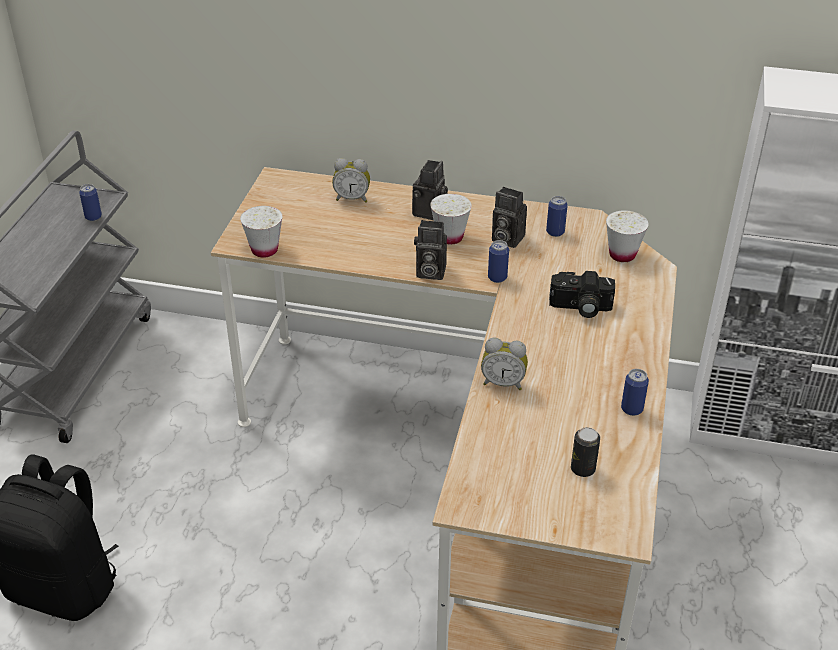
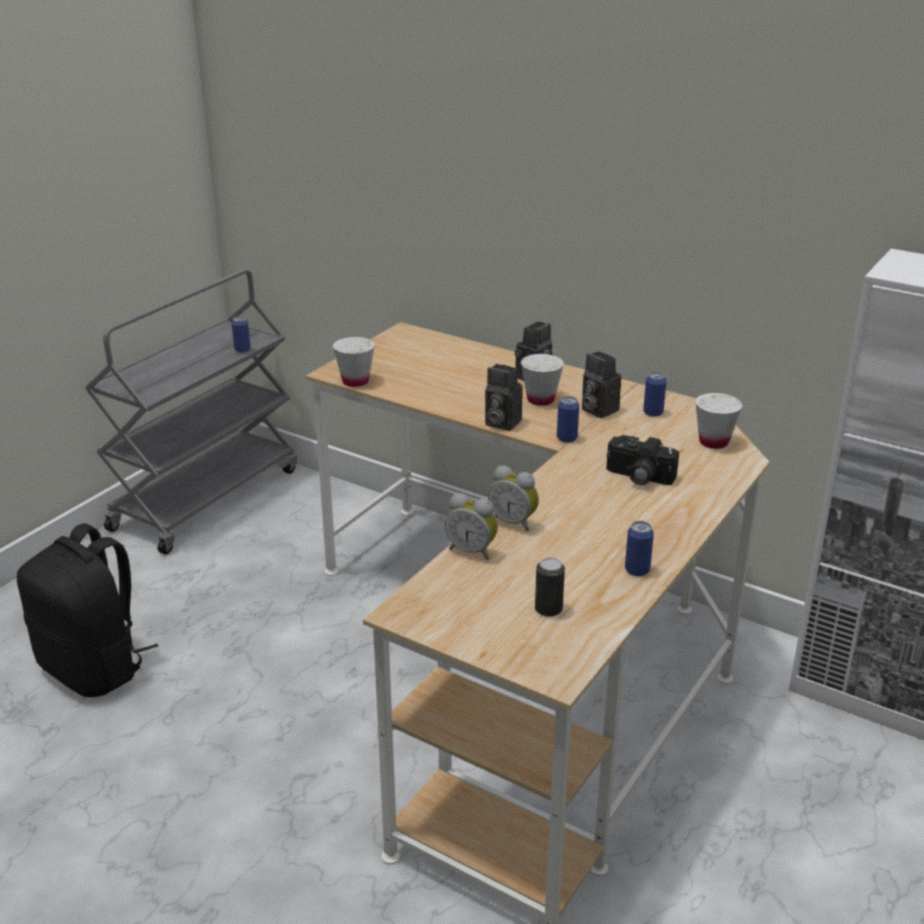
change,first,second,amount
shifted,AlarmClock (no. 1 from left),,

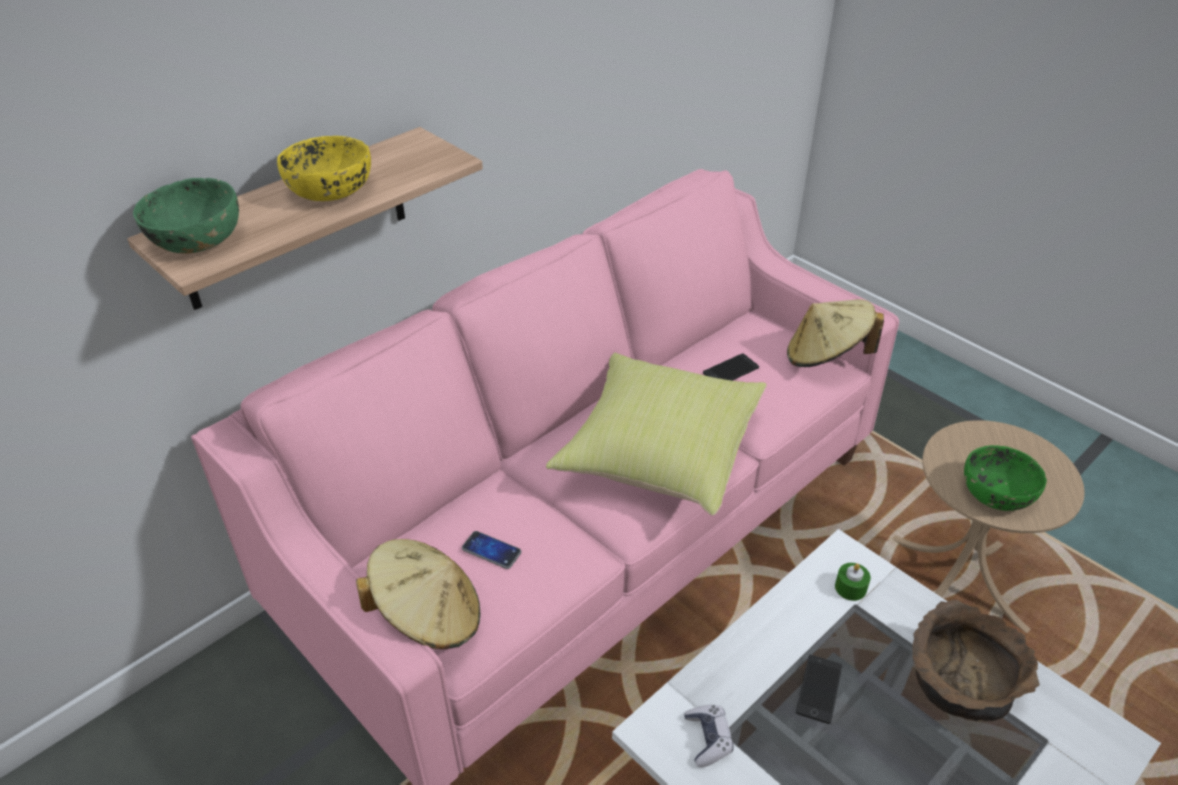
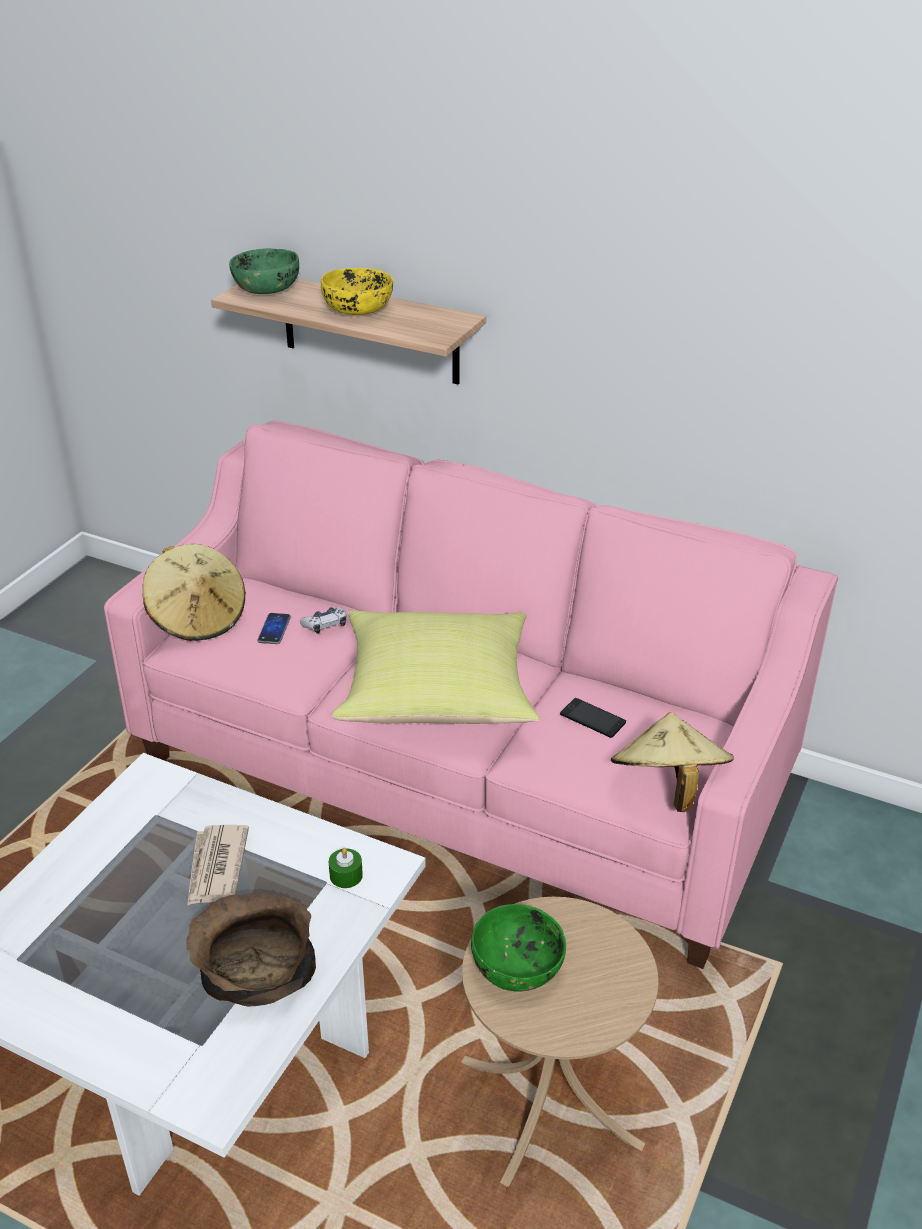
change,first,second,amount
shifted,Gamepad,,
swapped,Handset (no. 3 from left),DailyPaper,

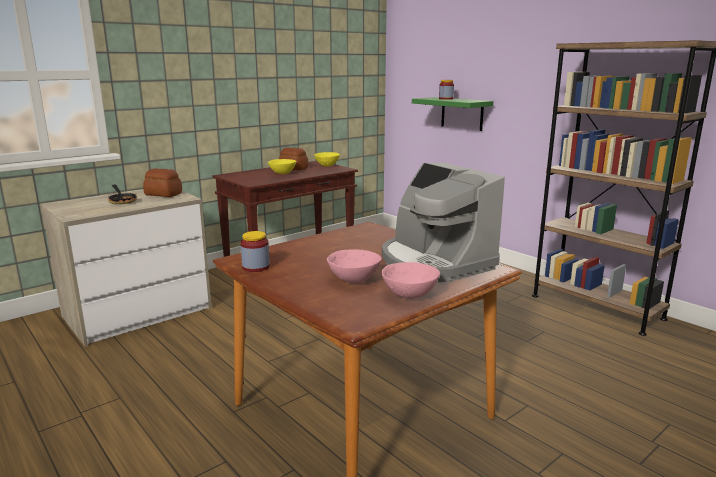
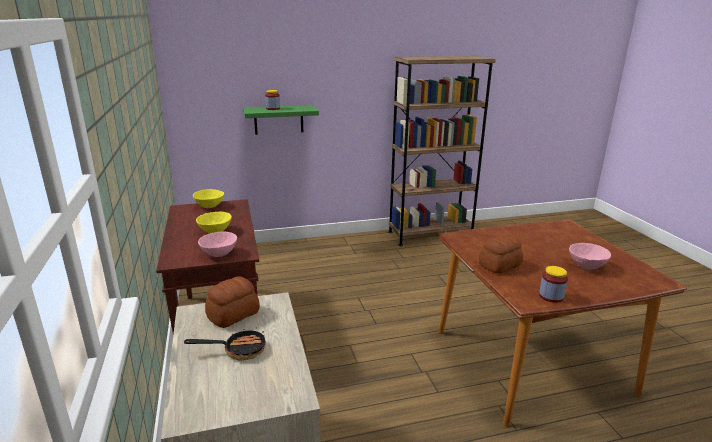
change,first,second,amount
shifted,Bread (no. 2 from left),,
gone,CoffeeMachine,,
shifted,PinkColouredBowl (no. 2 from left in the first image),PinkColouredBowl (no. 1 from left),

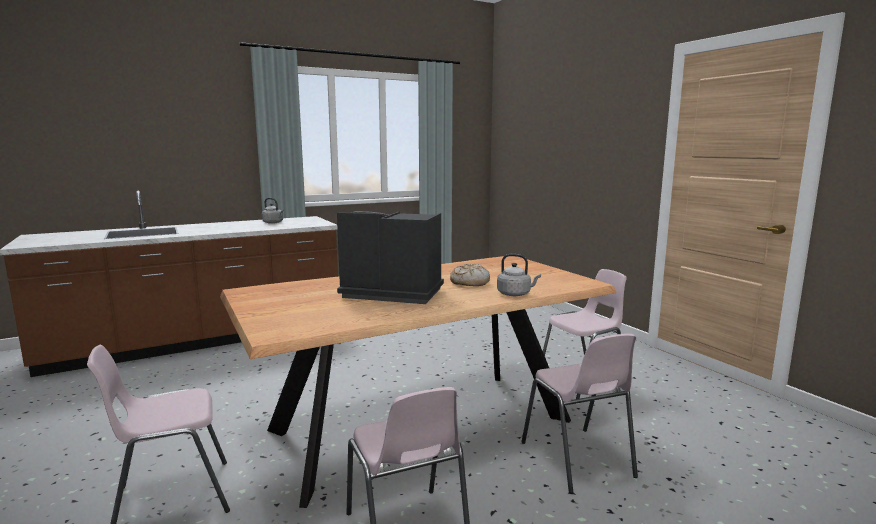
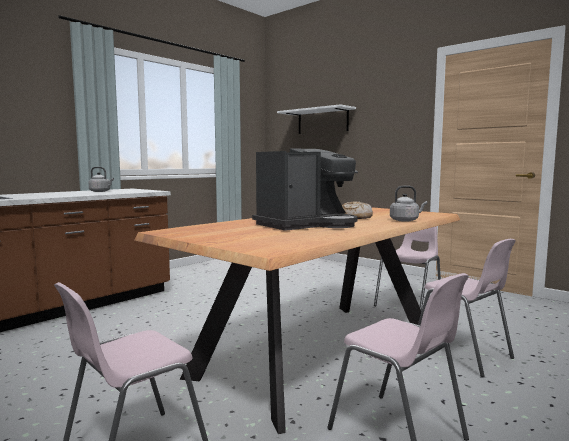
change,first,second,amount
rotated,CoffeeMachine,,150 degrees clockwise
new,,WhiteColouredBracketShelf,

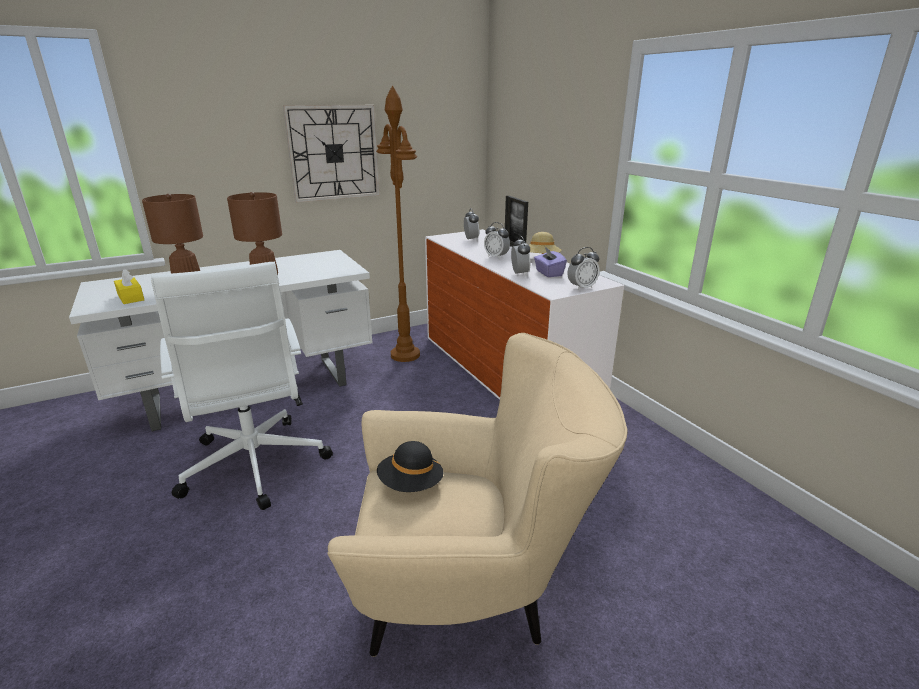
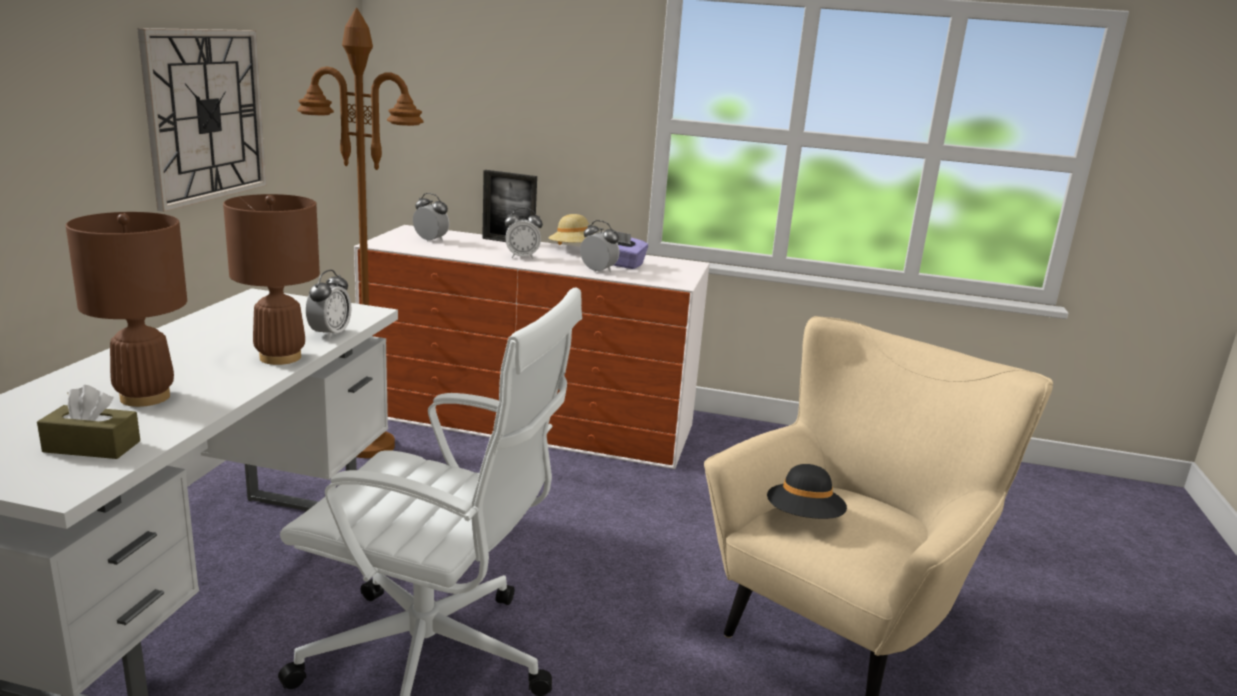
change,first,second,amount
repainted,YellowishTissueBox,BrownishTissueBox,
shifted,AlarmClock (no. 4 from left in the first image),AlarmClock (no. 1 from left),

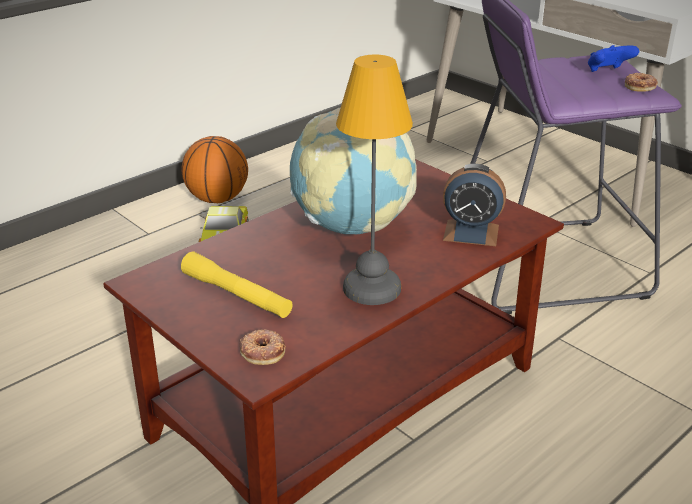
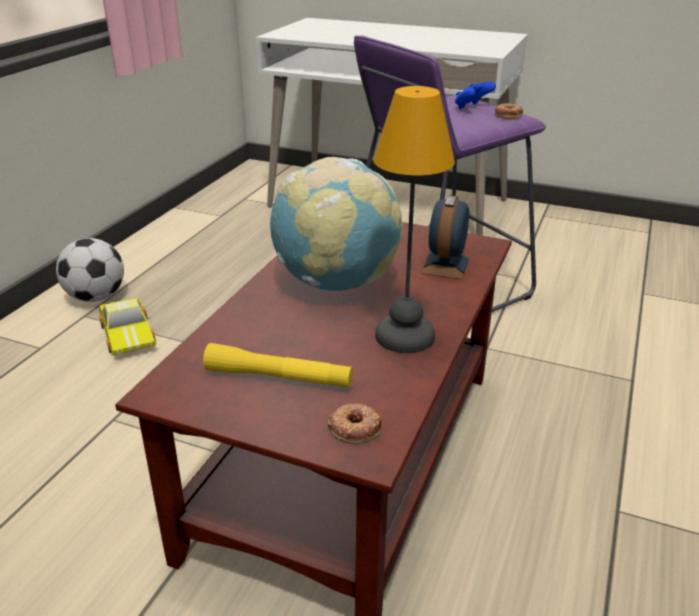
change,first,second,amount
swapped,Basketball,Football,
rotated,AlarmClock,,120 degrees clockwise

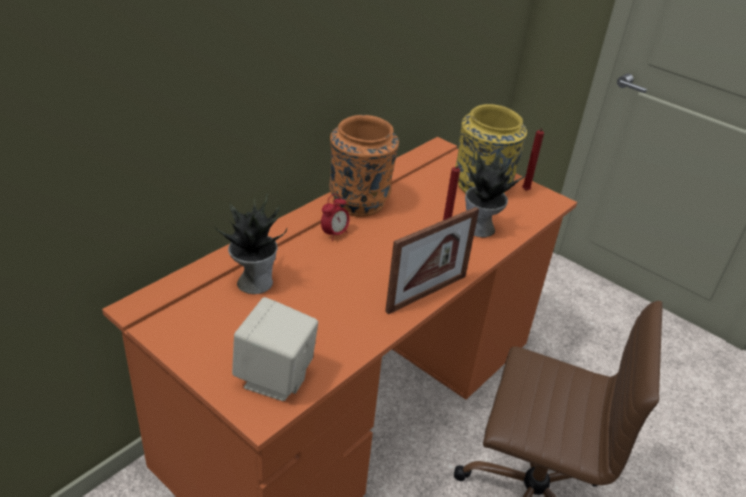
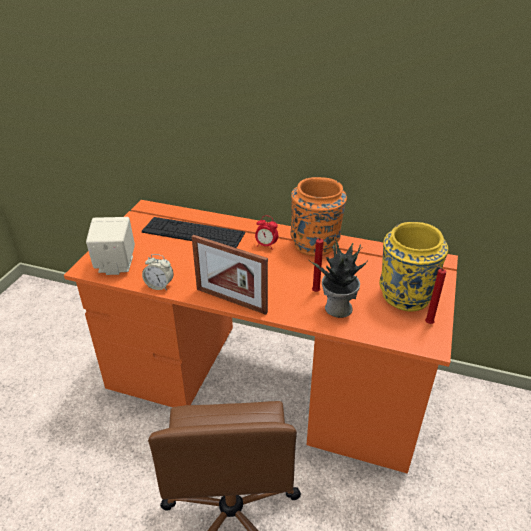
change,first,second,amount
swapped,Houseplant (no. 1 from left),PcKeyboard,
new,,AlarmClock (no. 1 from left),

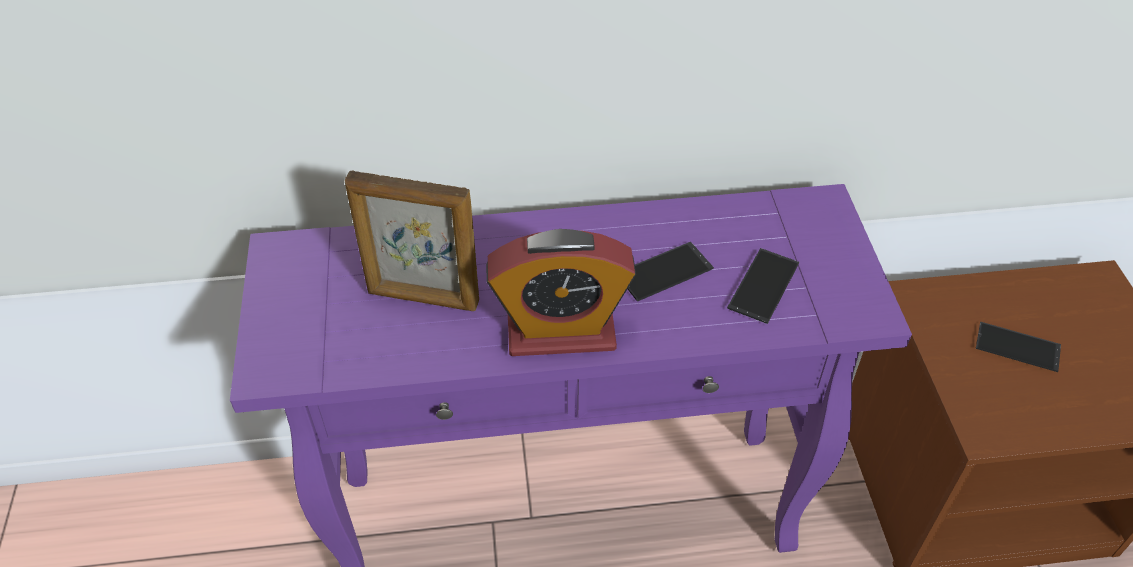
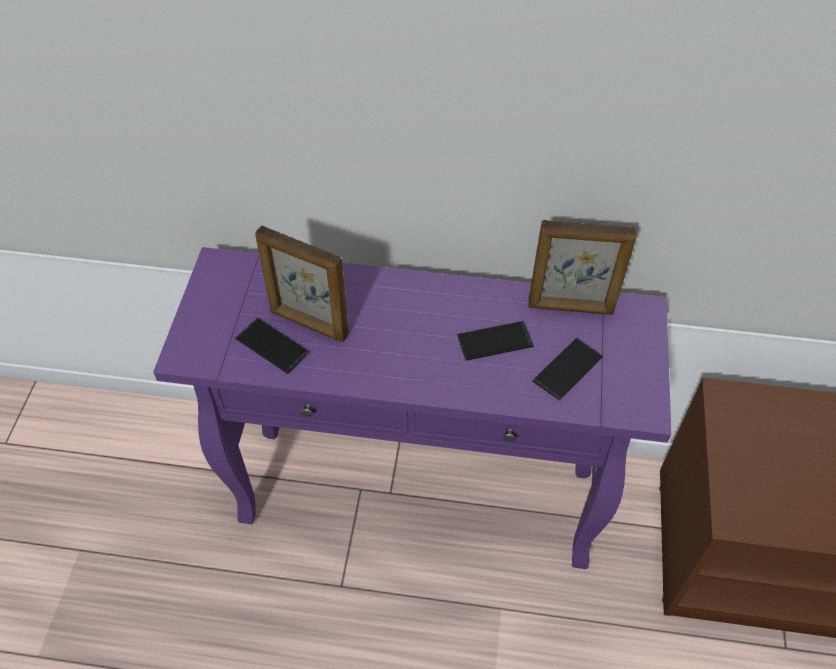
change,first,second,amount
gone,AlarmClock,,
shifted,Handset (no. 3 from left in the first image),Handset (no. 1 from left),
new,,PictureFrame (no. 2 from left),

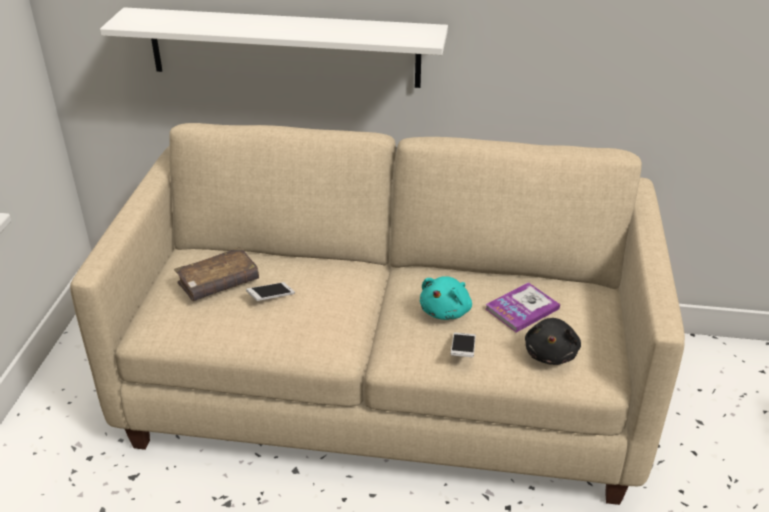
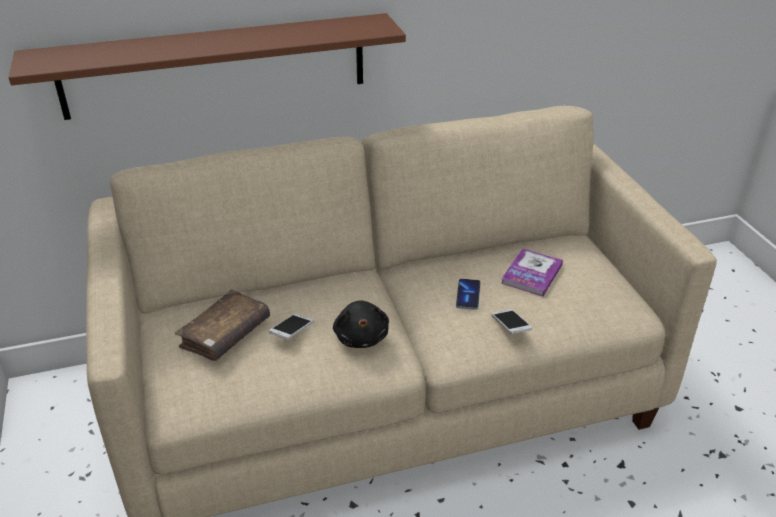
change,first,second,amount
repainted,WhiteColouredBracketShelf,BrownishBracketShelf,
swapped,TurquoisePlushToy,Handset (no. 2 from left),
shifted,BlackPlushToy,,

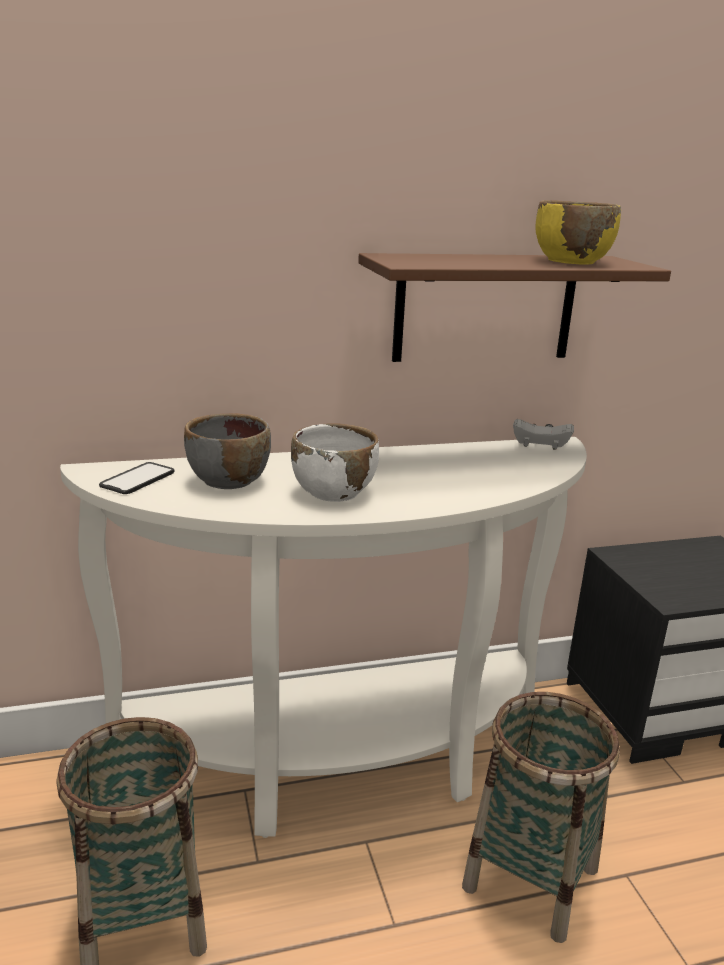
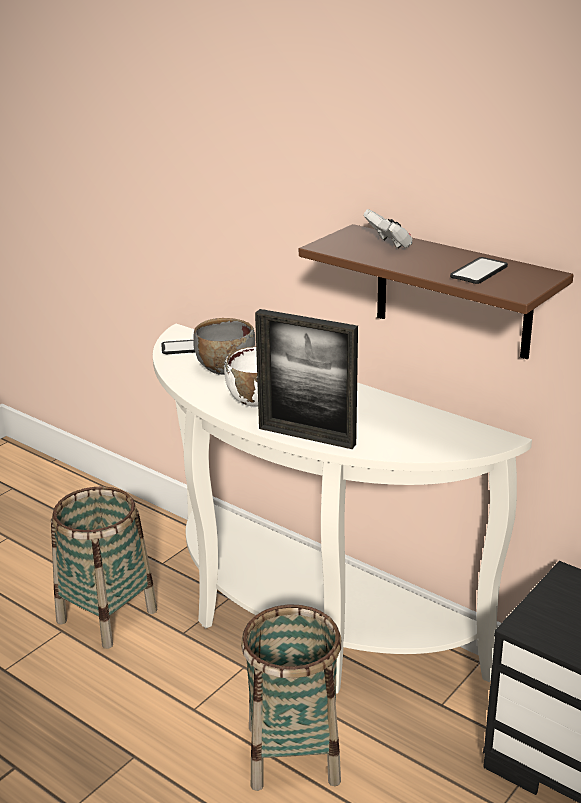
change,first,second,amount
shifted,WhiteColouredGamepad,,
swapped,YellowishBowl,Handset (no. 2 from left),
new,,PictureFrame,

